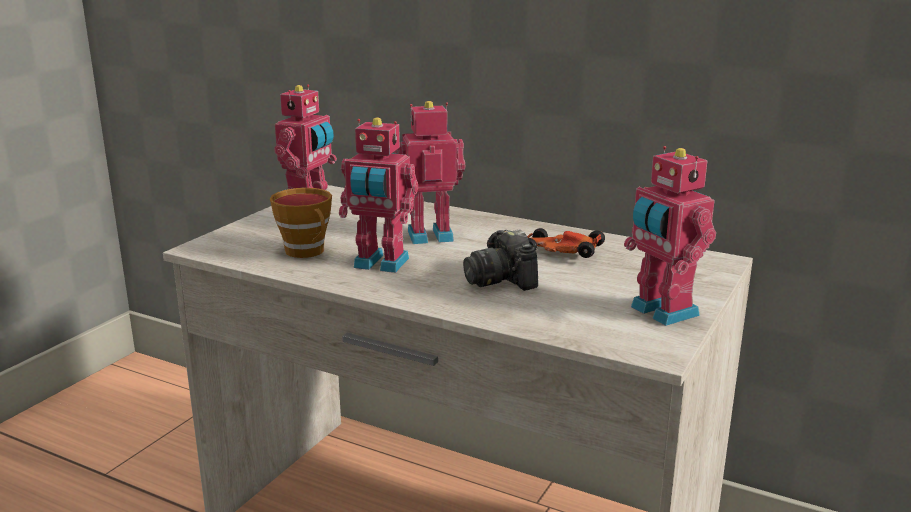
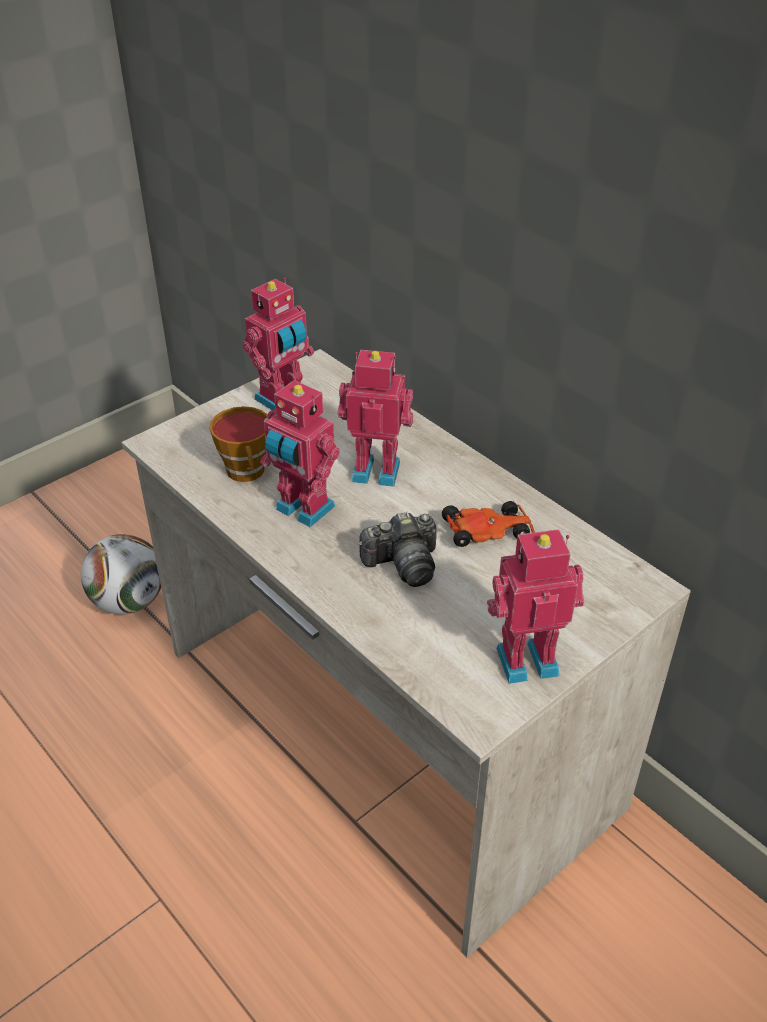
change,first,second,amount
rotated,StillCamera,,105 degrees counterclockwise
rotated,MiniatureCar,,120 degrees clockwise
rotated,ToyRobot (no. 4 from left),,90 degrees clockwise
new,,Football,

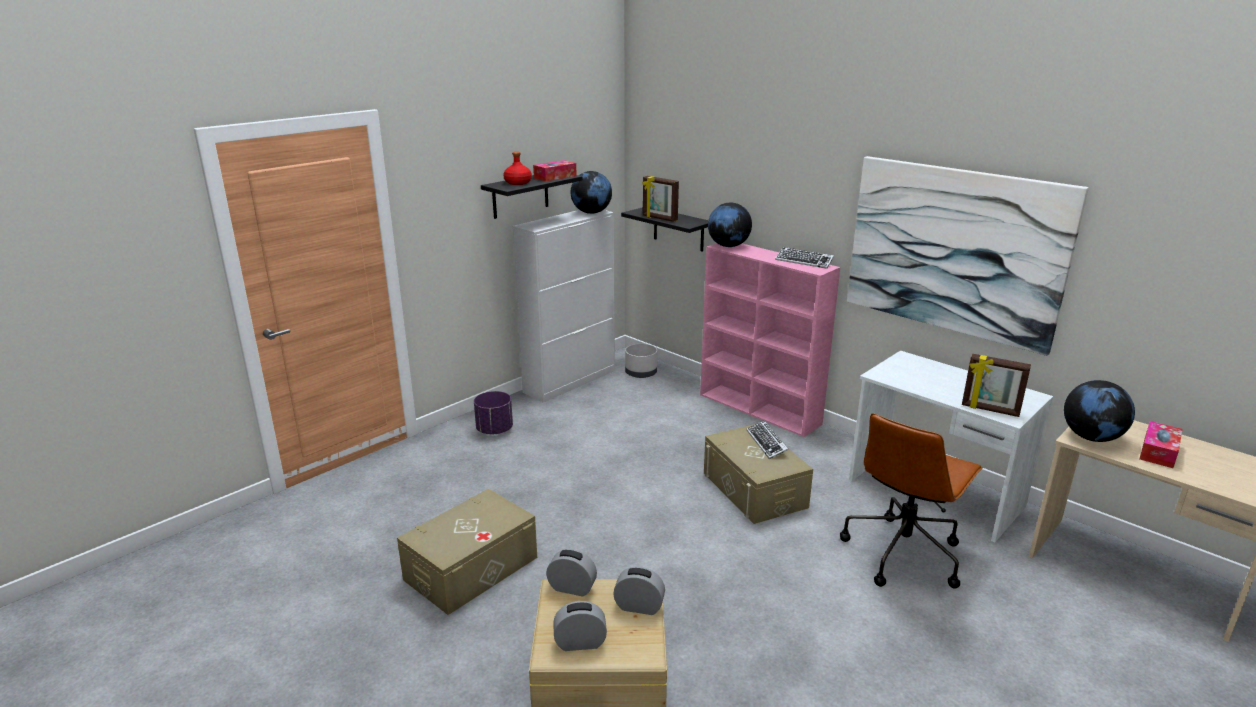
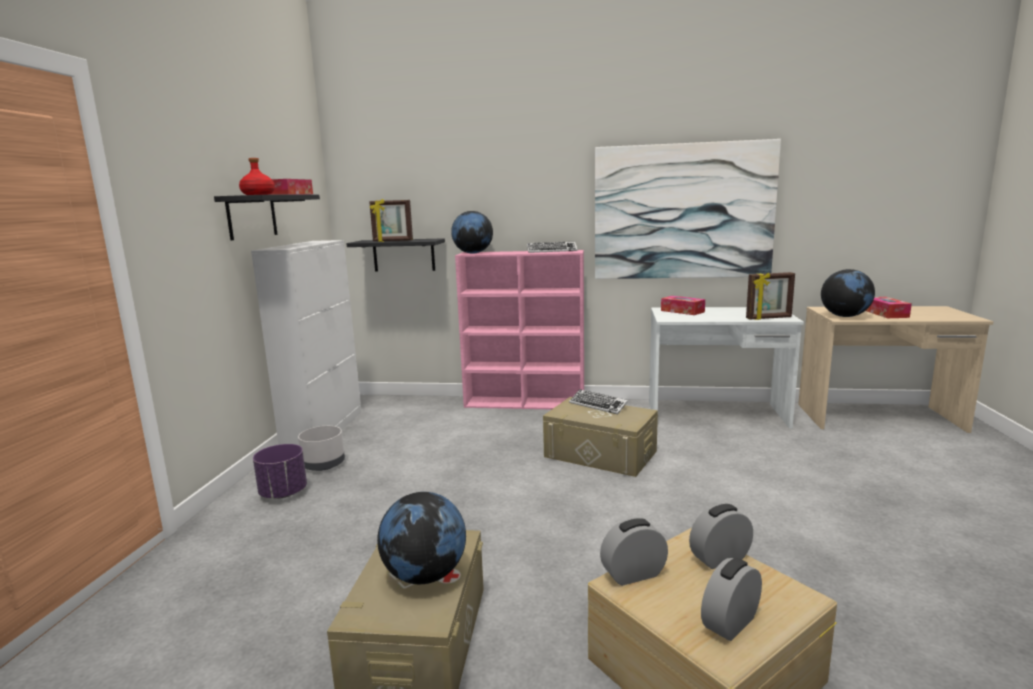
change,first,second,amount
shifted,DeskGlobe (no. 1 from left),,
shifted,GrayPlanter,,
gone,BrownishDeskChair,,
new,,TissueBox (no. 2 from left),

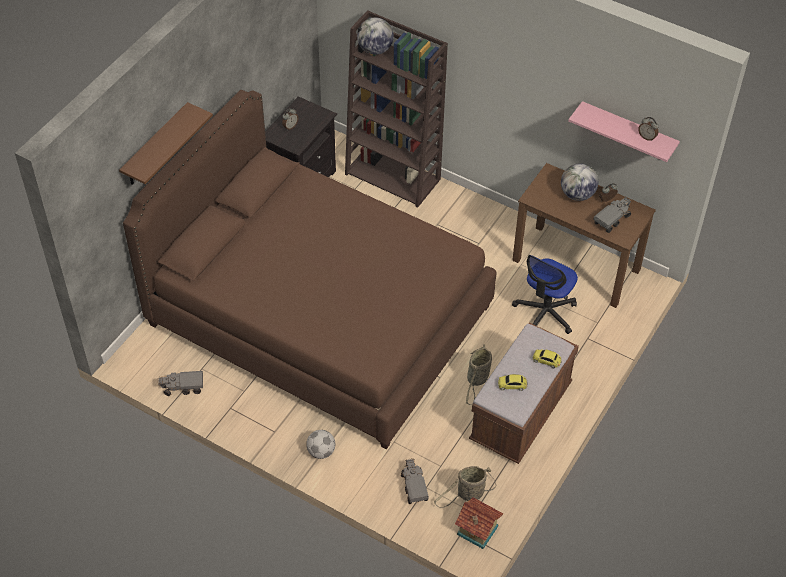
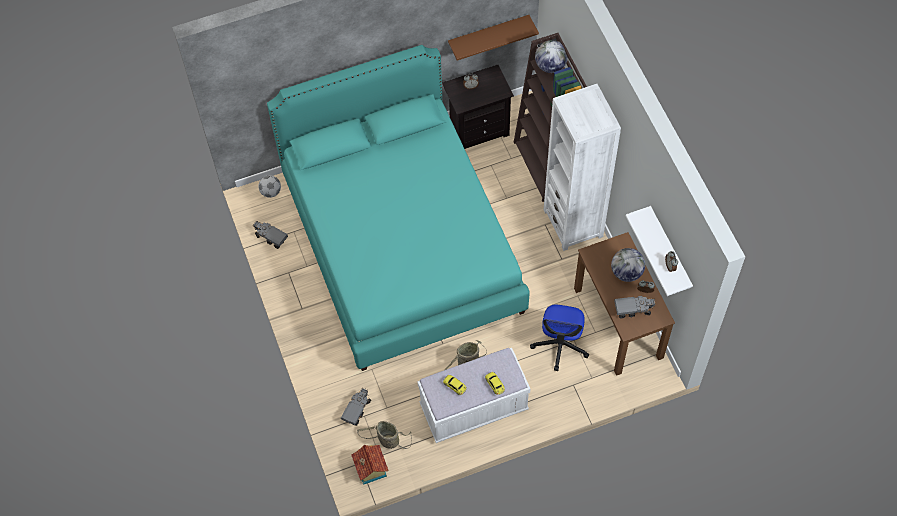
change,first,second,amount
shifted,BrownishBracketShelf,,
repainted,BrownishBed,TurquoiseBed,
shifted,Football,,
repainted,BrownishIndoorBench,WhiteColouredIndoorBench,
rotated,DeskChair,,60 degrees counterclockwise
repainted,PinkColouredBracketShelf,WhiteColouredBracketShelf,
new,,WhiteColouredBookshelf,

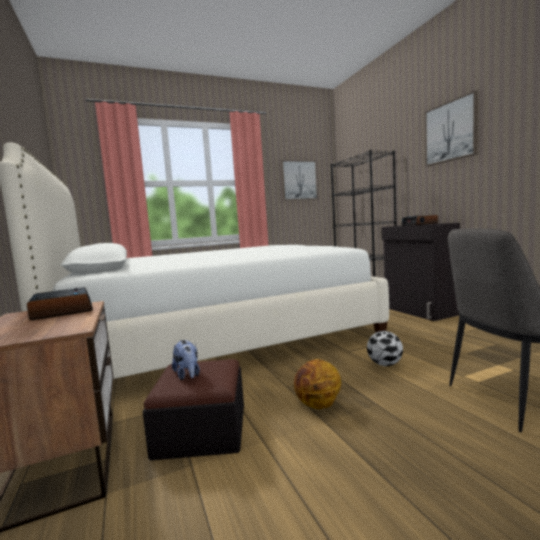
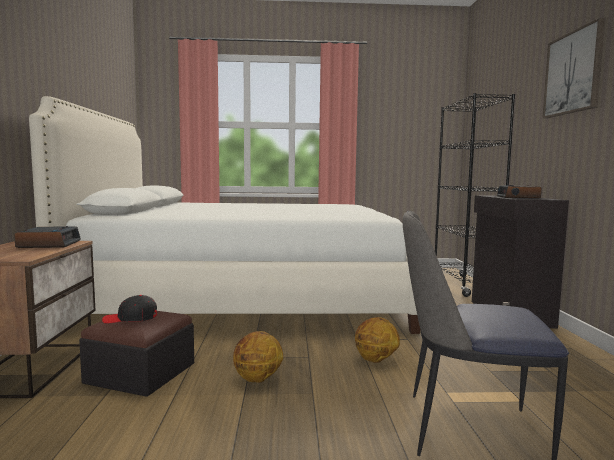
change,first,second,amount
swapped,PlushToy,BlackBaseballCap,
gone,Picture (no. 1 from left),,
swapped,Football,Basketball (no. 2 from left),

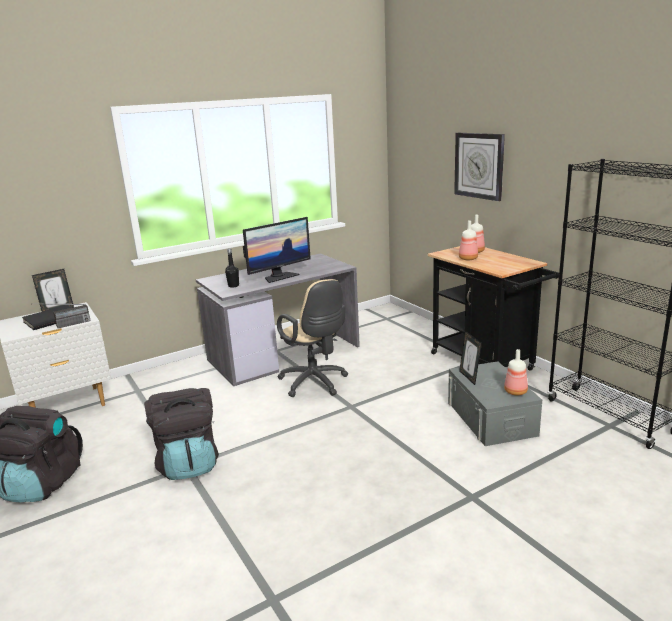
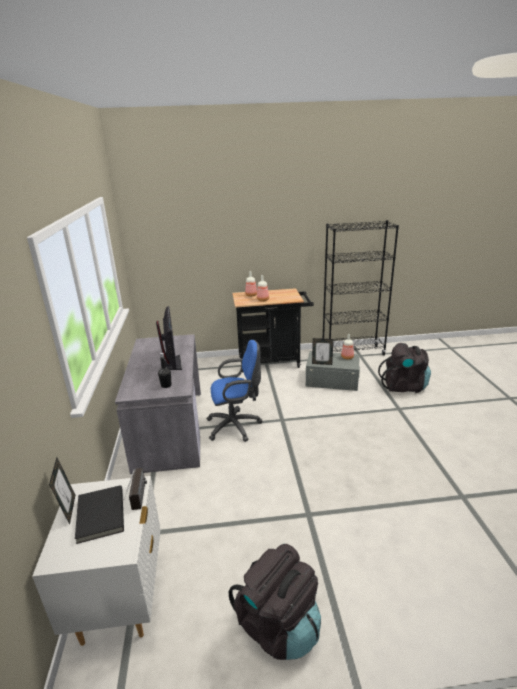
change,first,second,amount
shifted,BlackRucksack (no. 2 from left),,
repainted,BeigeDeskChair,BluishDeskChair,
gone,HangingClock,,

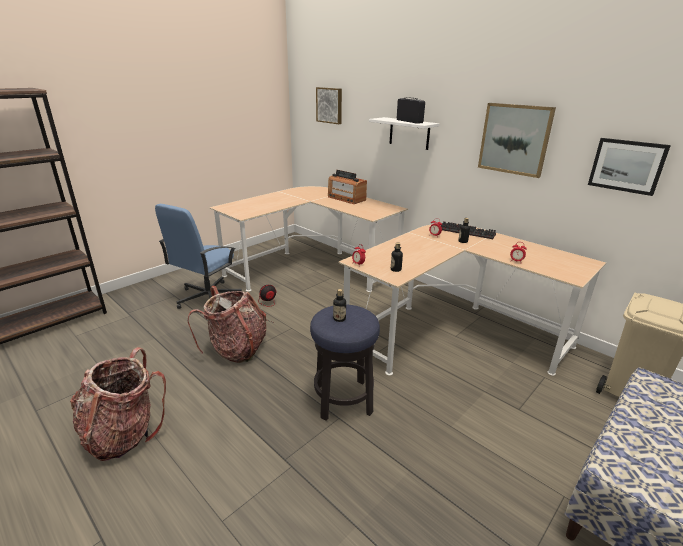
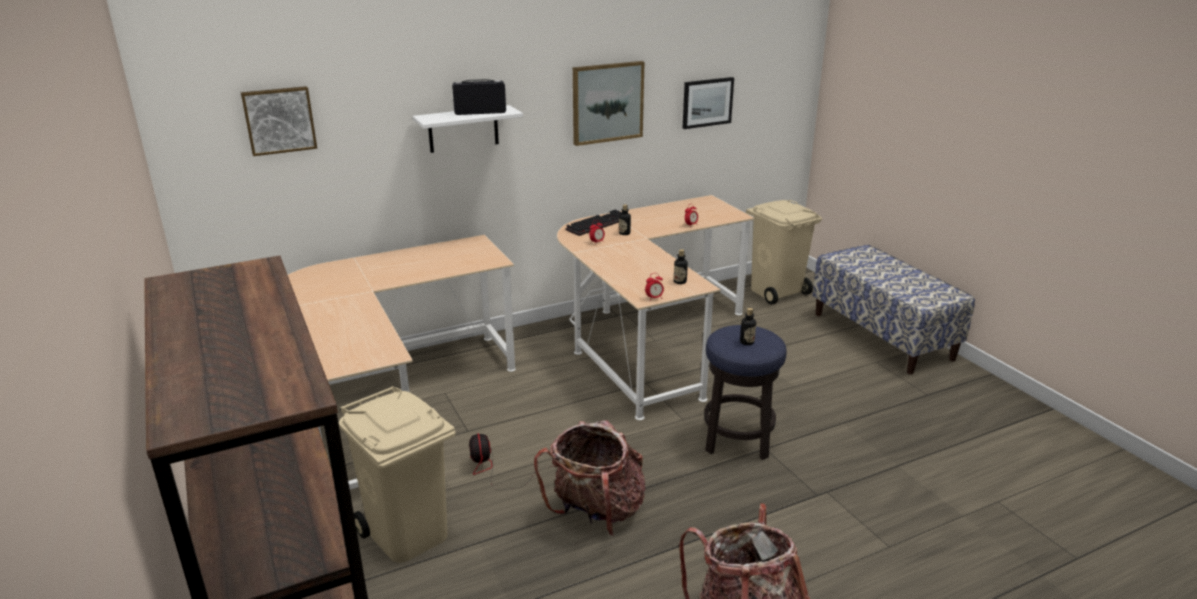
change,first,second,amount
swapped,BluishDeskChair,BeigeRubbishBin (no. 1 from left),
gone,Radio (no. 1 from left),,

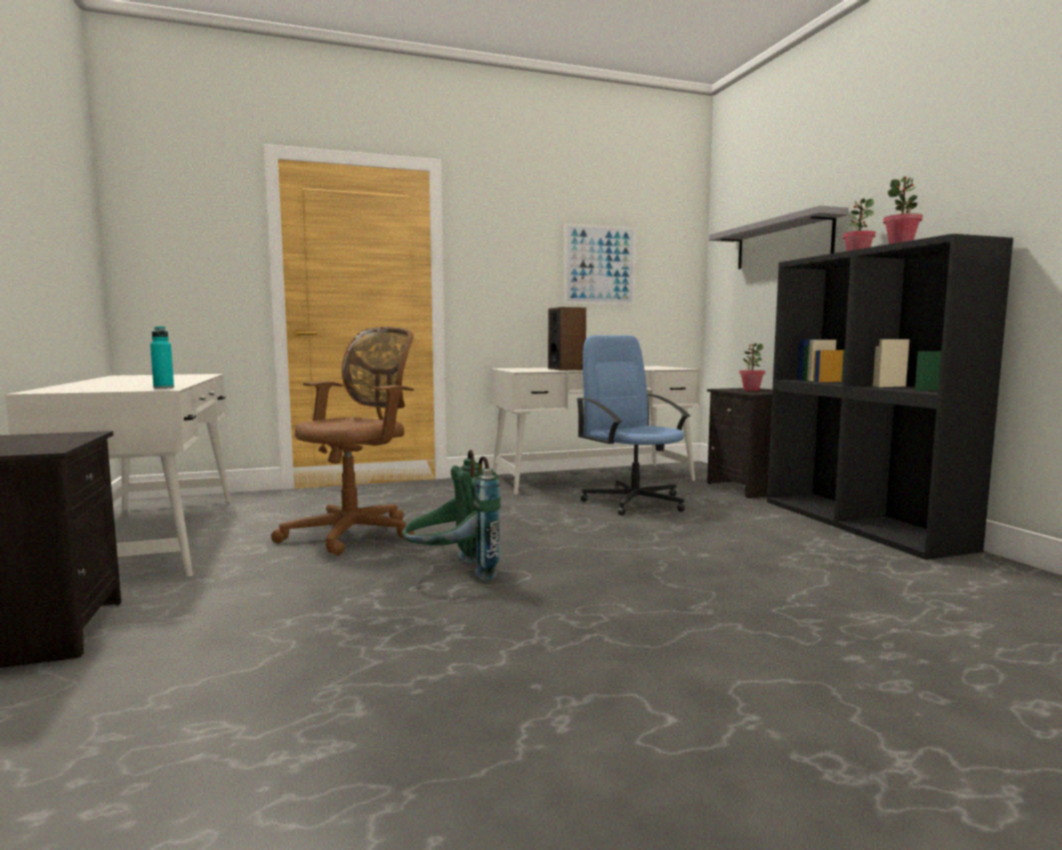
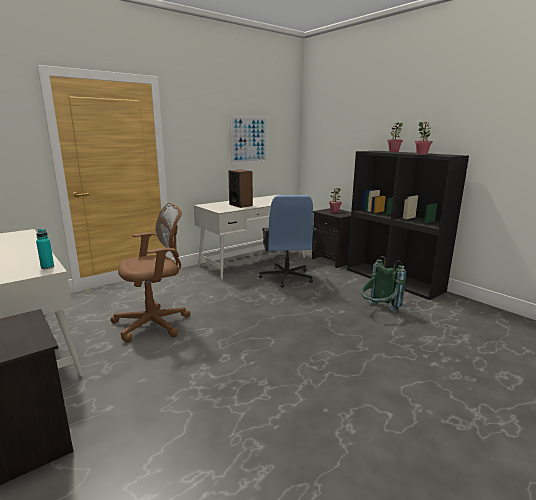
change,first,second,amount
rotated,BrownishDeskChair,,45 degrees clockwise
shifted,GreenRucksack,,
rotated,BluishDeskChair,,135 degrees counterclockwise
gone,GrayBracketShelf,,

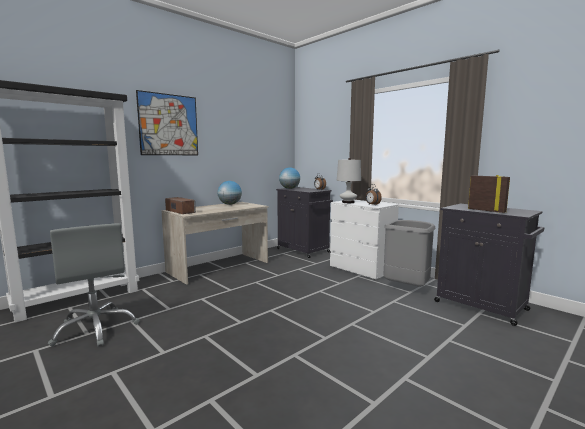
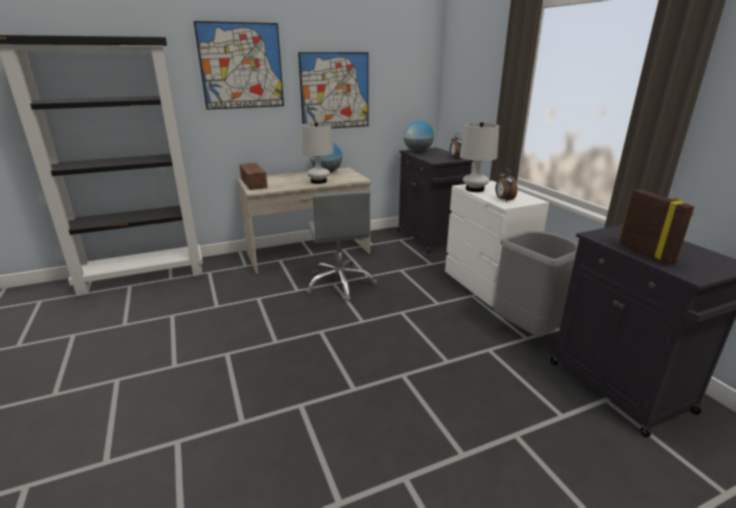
change,first,second,amount
shifted,GrayDeskChair,,
new,,Picture (no. 2 from left),
new,,WhiteColouredTabletopLamp (no. 1 from left),

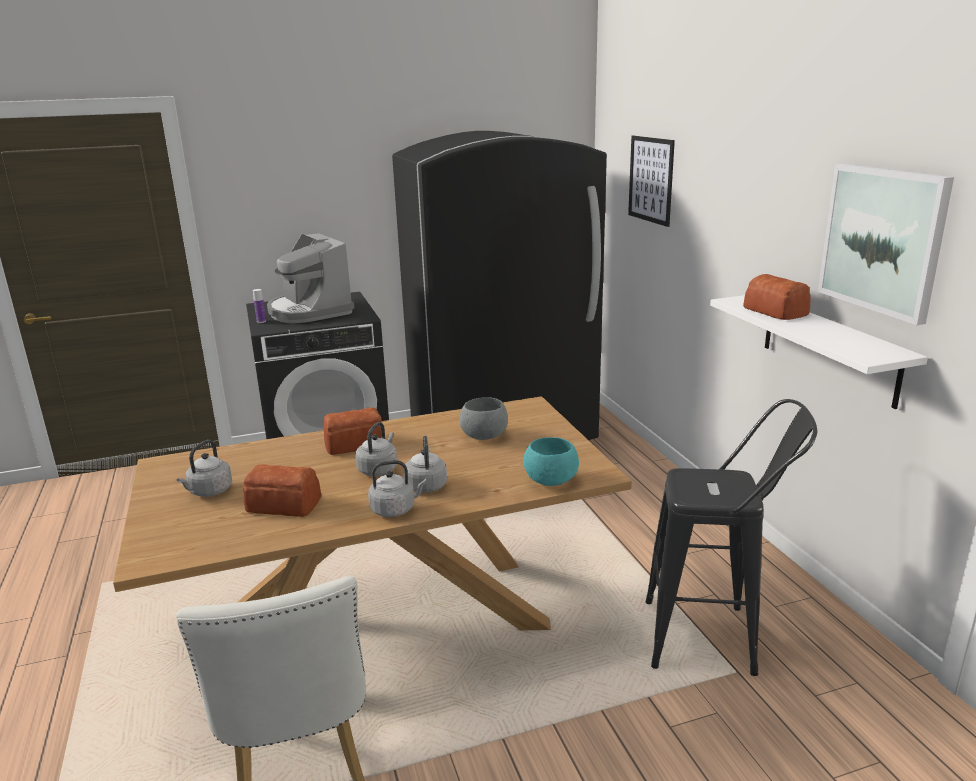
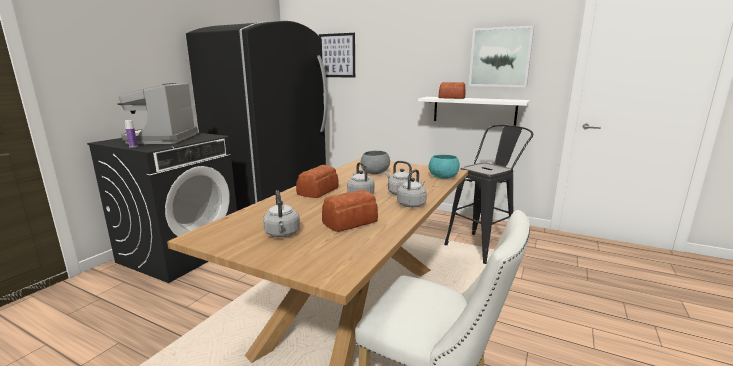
change,first,second,amount
rotated,CoffeeMachine,,75 degrees clockwise

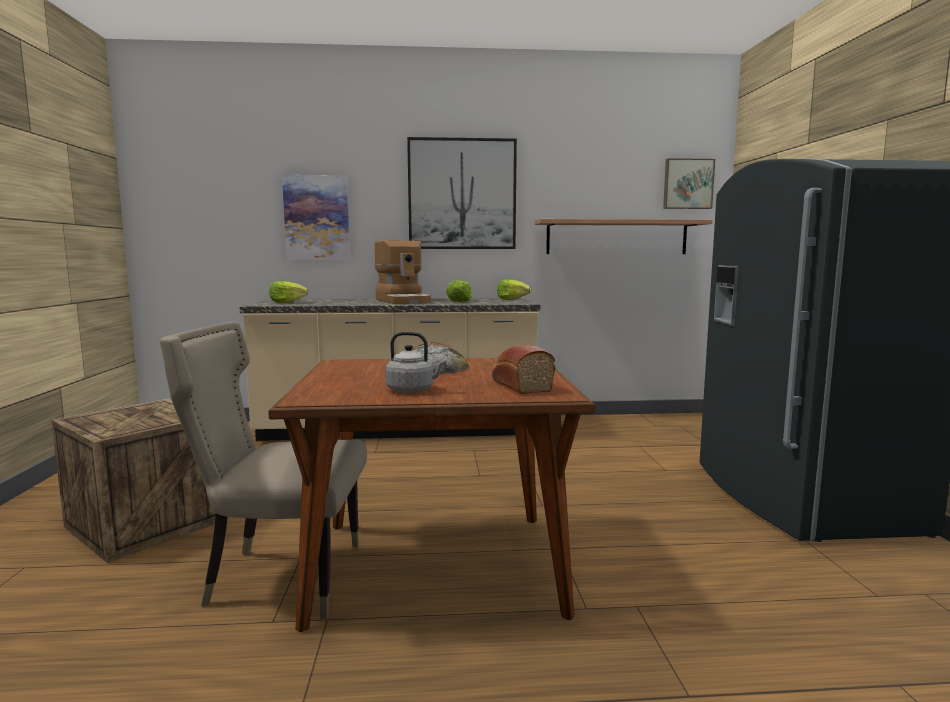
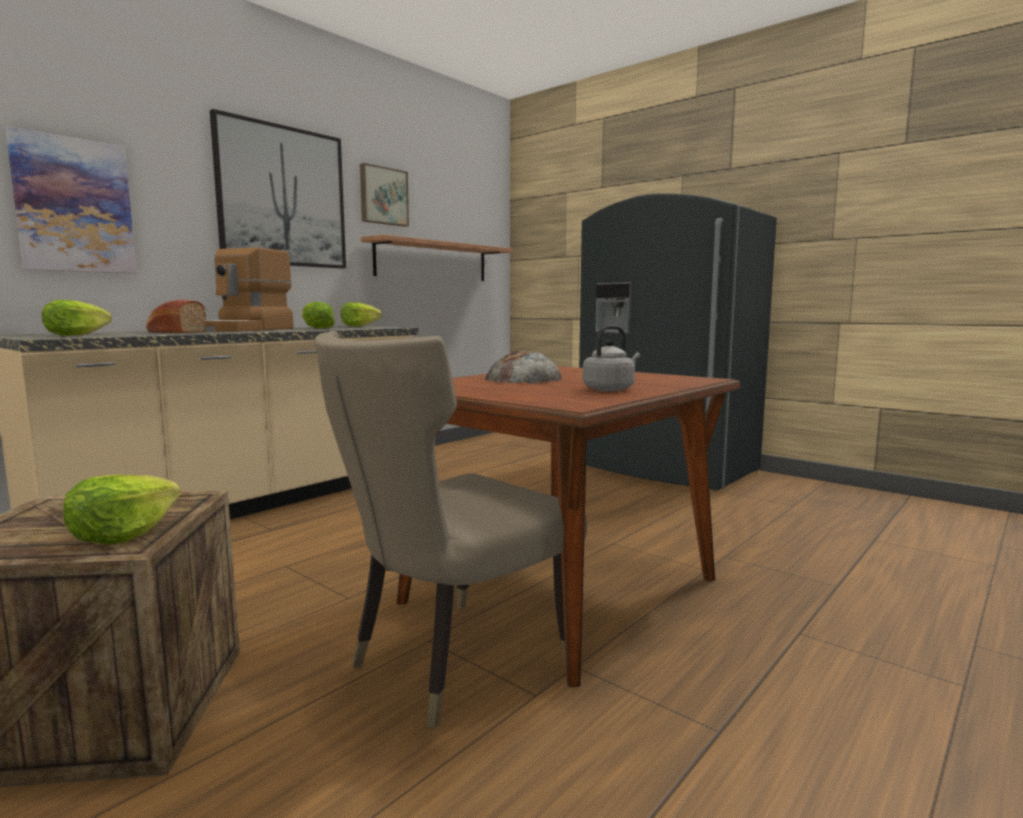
change,first,second,amount
rotated,CoffeeMachine,,90 degrees clockwise
shifted,Bread (no. 2 from left in the first image),Bread (no. 1 from left),
shifted,Picture (no. 3 from left),,
new,,LettuceHead (no. 2 from left),

